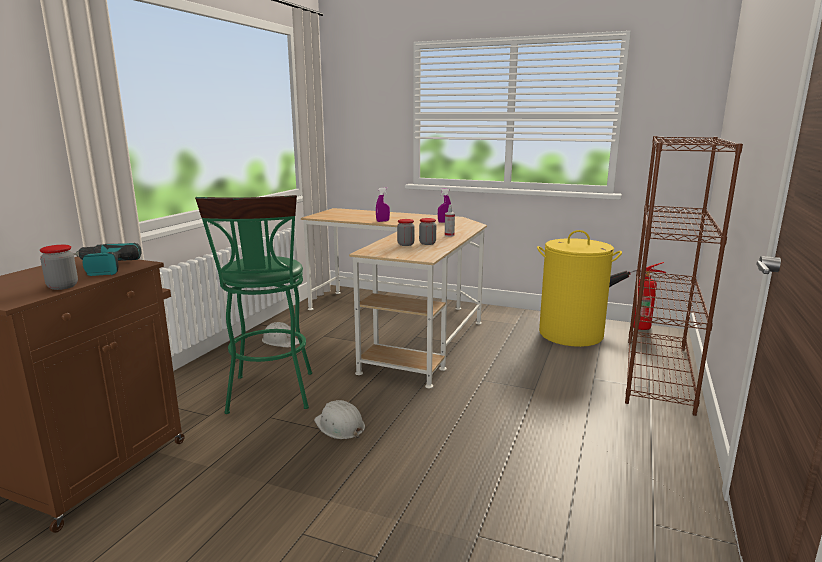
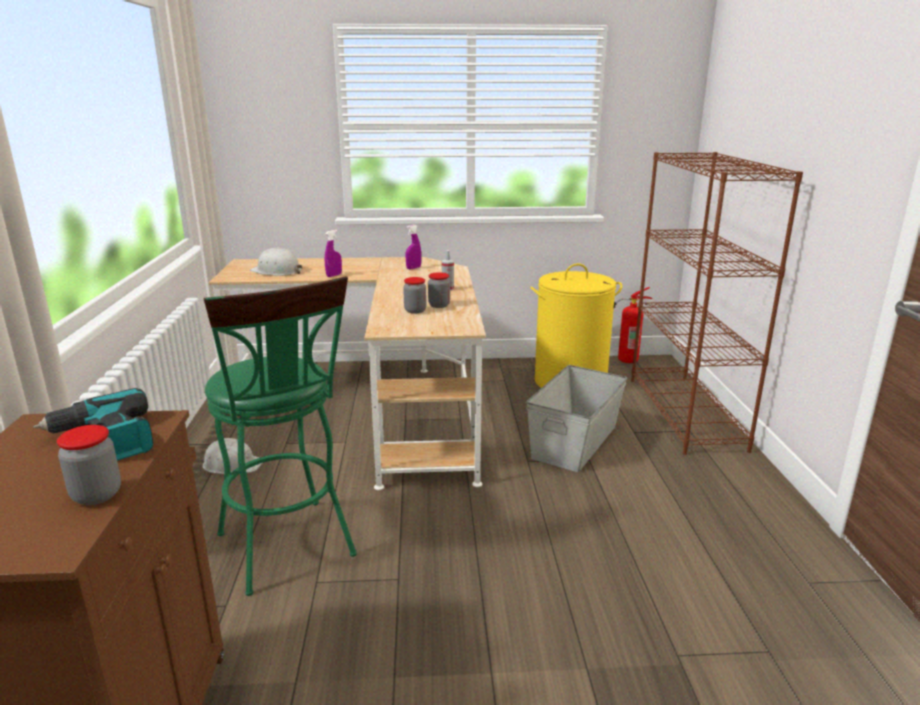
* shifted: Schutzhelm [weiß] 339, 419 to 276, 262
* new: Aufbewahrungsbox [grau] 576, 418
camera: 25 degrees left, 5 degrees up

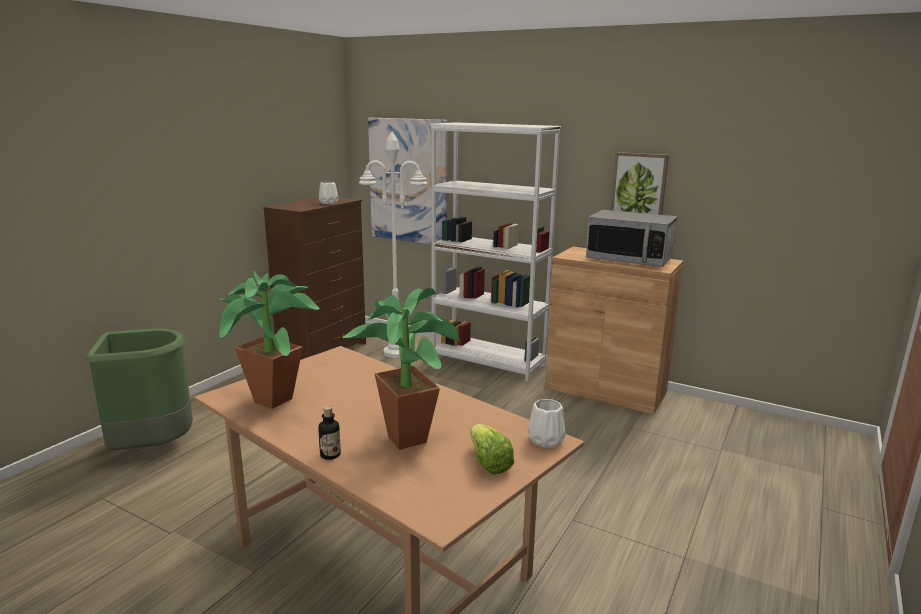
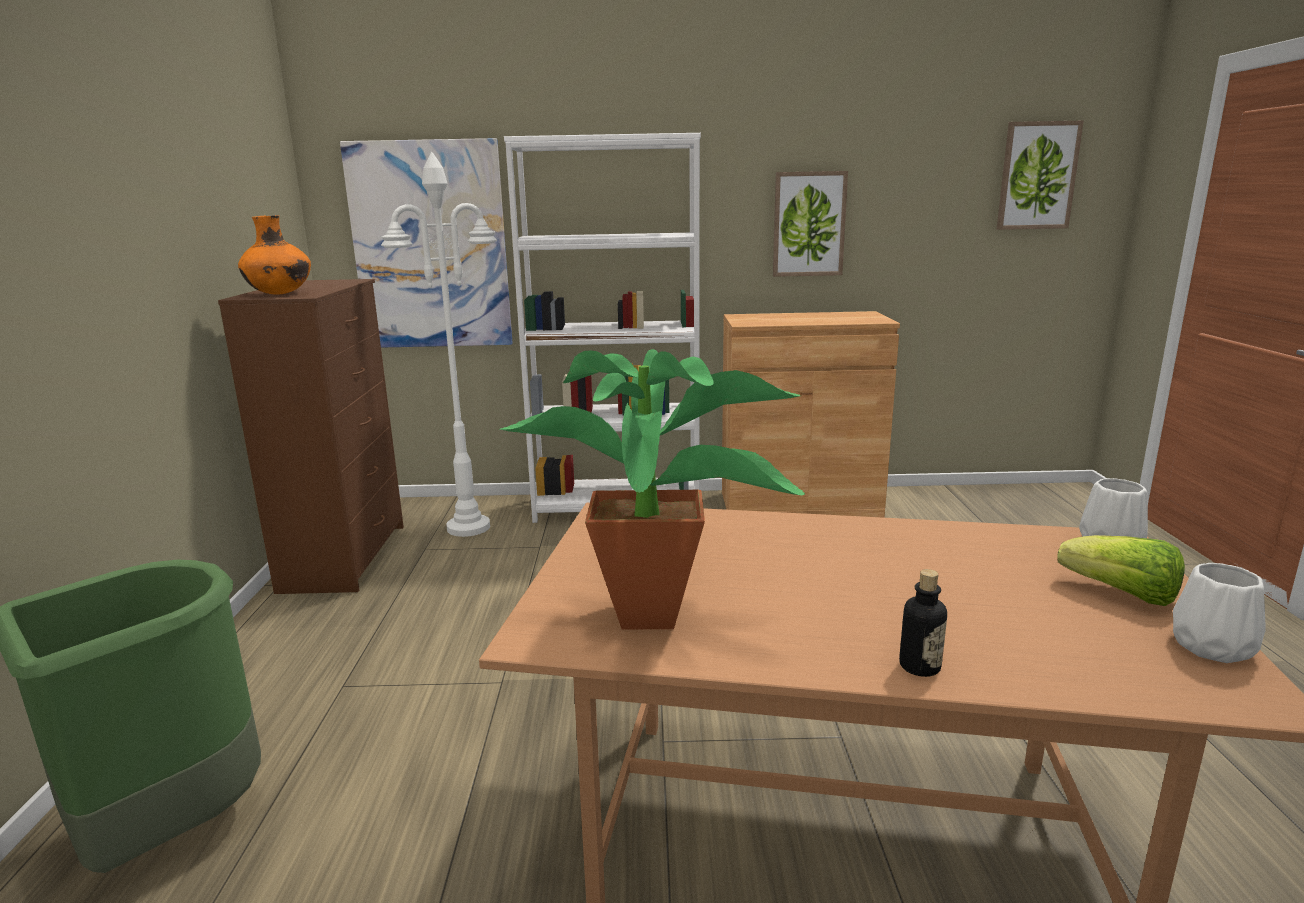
* shifted: Vase [weiß] 328, 193 to 1219, 613
* gone: Mikrowelle 631, 238
* gone: Topfpflanze 401, 369
* new: Bild 1040, 175
* new: Vase [orange] 274, 255
camera: 30 degrees left, 0 degrees up

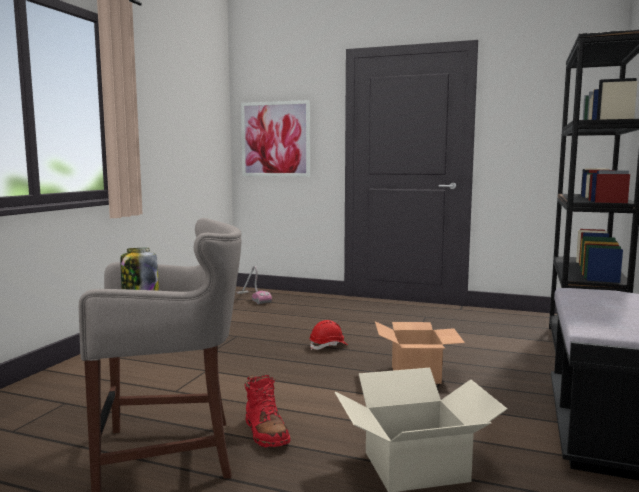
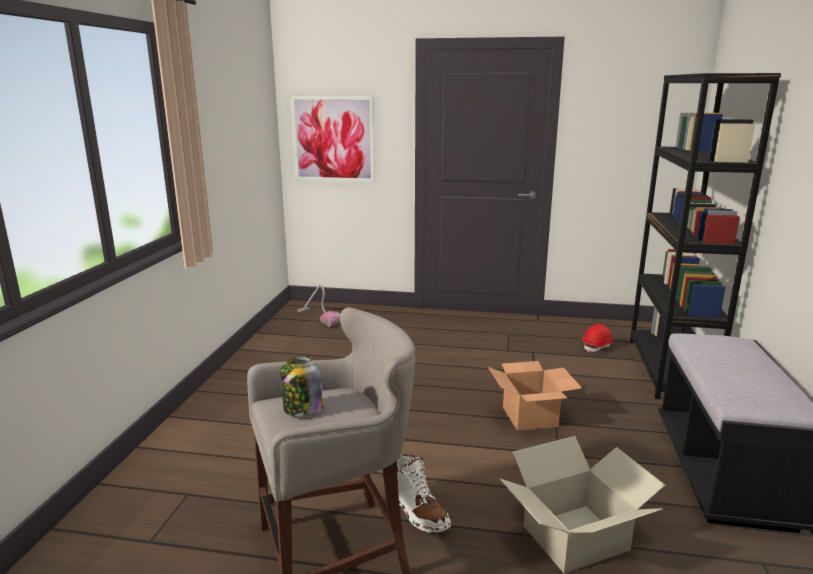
* shifted: Schutzhelm [rot] 328, 335 to 598, 338
* repainted: Stiefel [rot] 267, 411 to Stiefel [weiß] 424, 493
camera: 10 degrees left, 10 degrees up

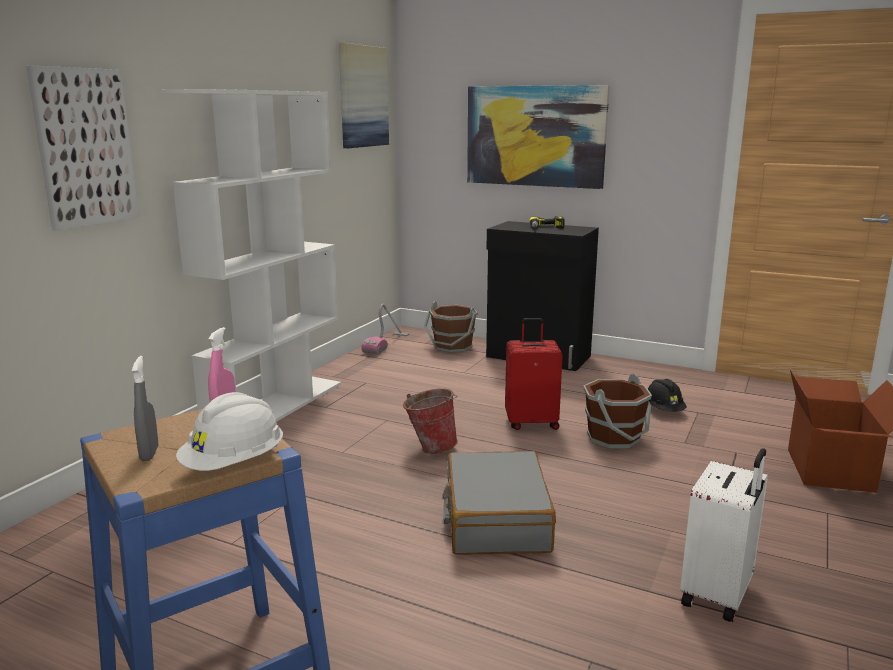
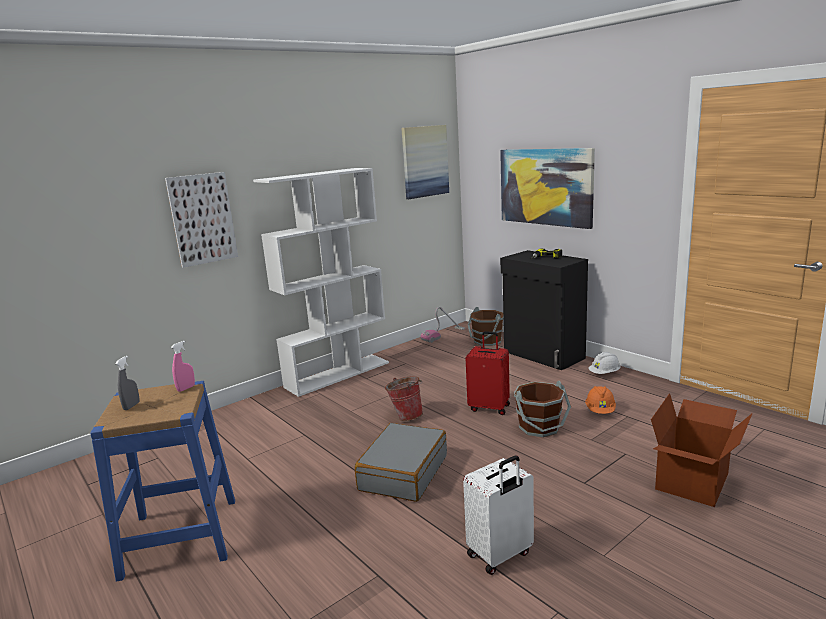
* repainted: Schutzhelm [schwarz] 667, 395 to Schutzhelm [orange] 600, 400
* shifted: Schutzhelm [weiß] 229, 431 to 604, 363
camera: 25 degrees right, 0 degrees up

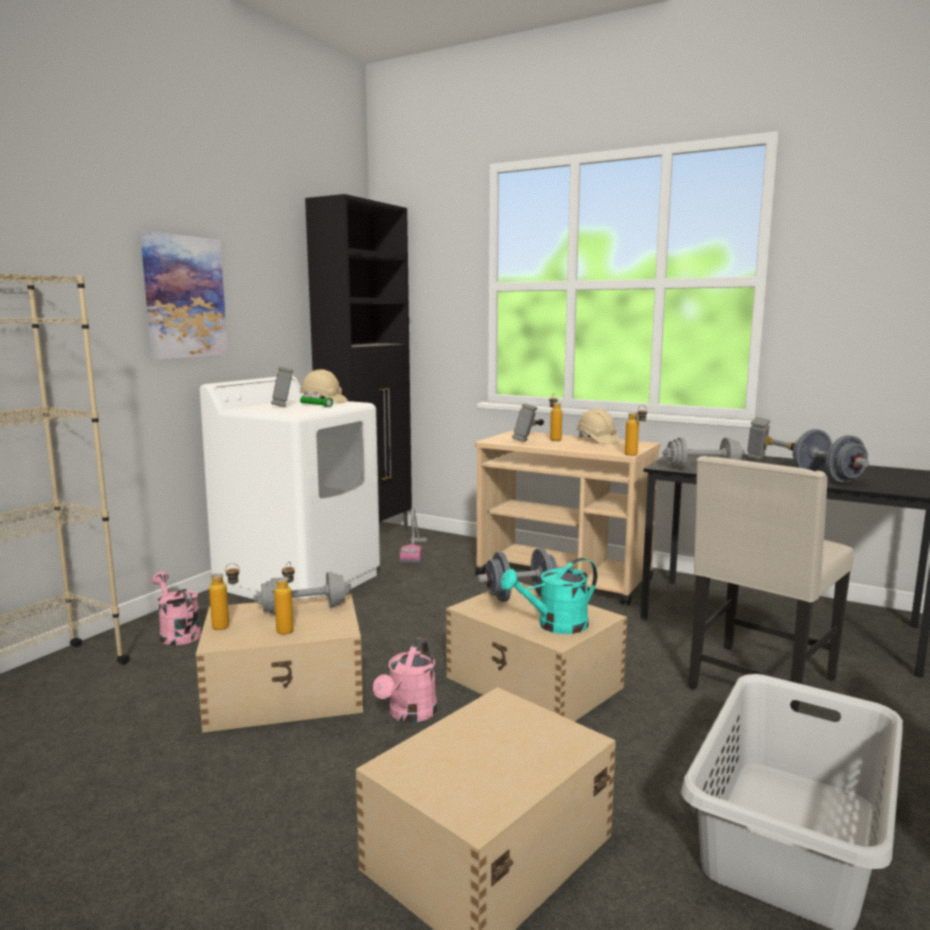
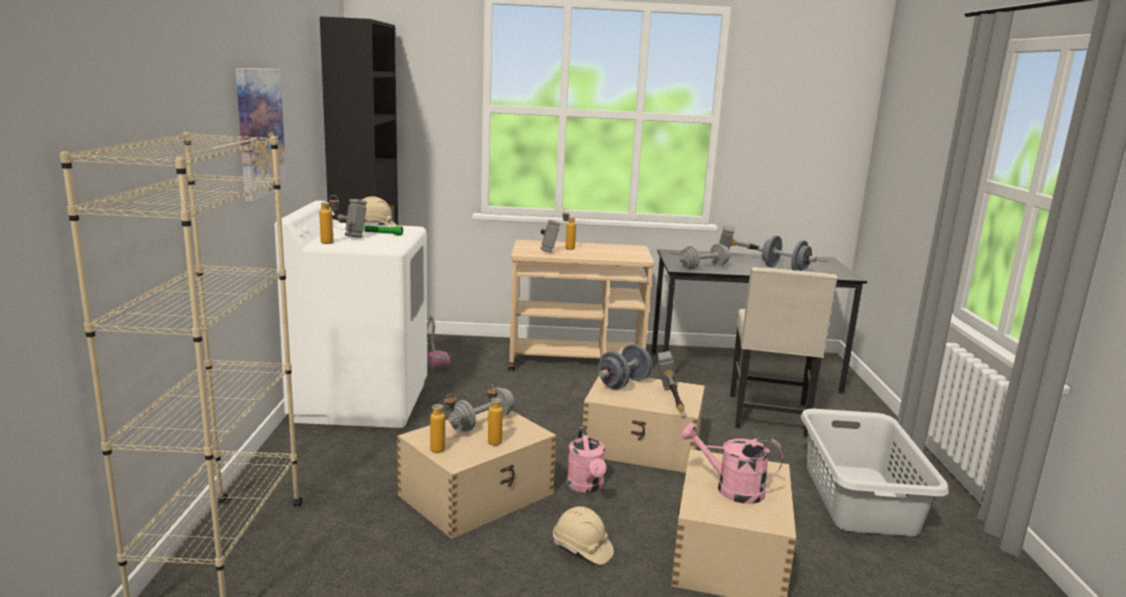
* shifted: Flasche 636, 430 to 329, 219
* shifted: Schutzhelm [beige] 598, 426 to 583, 536
* swapped: Gießkanne [türkis] 548, 596 to Hammer 670, 381
* shifted: Gießkanne [rosa] 176, 608 to 732, 463
camera: 30 degrees left, 5 degrees up

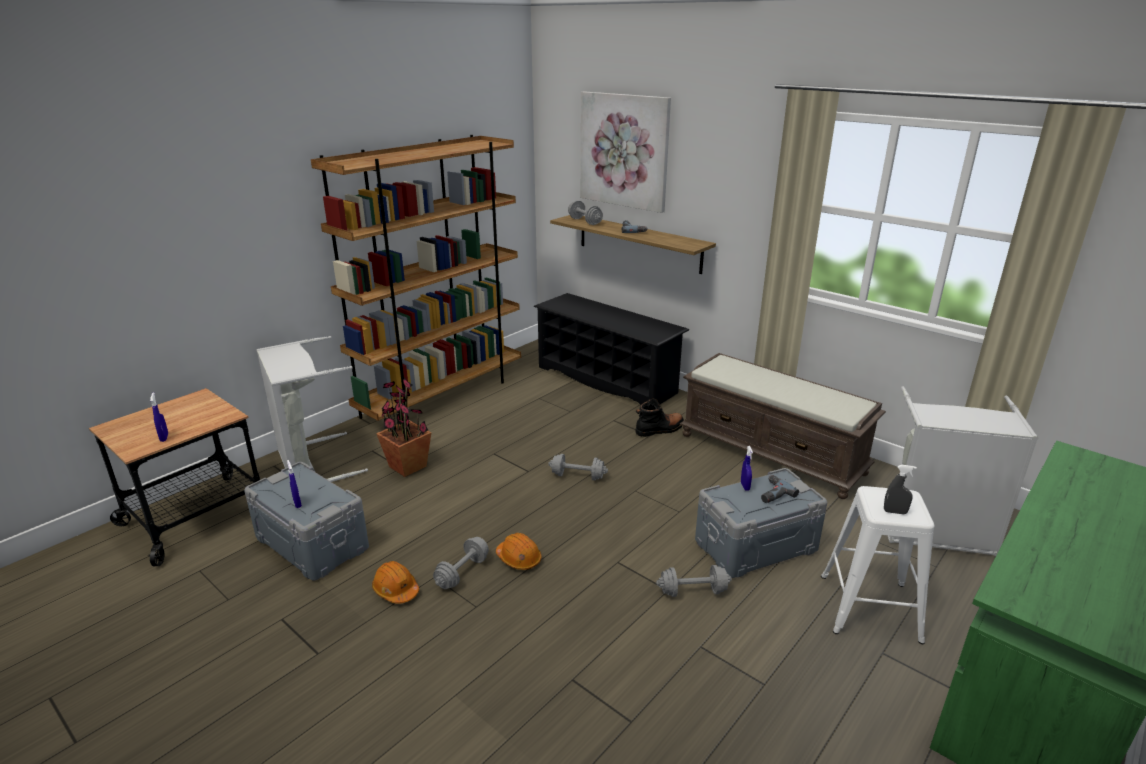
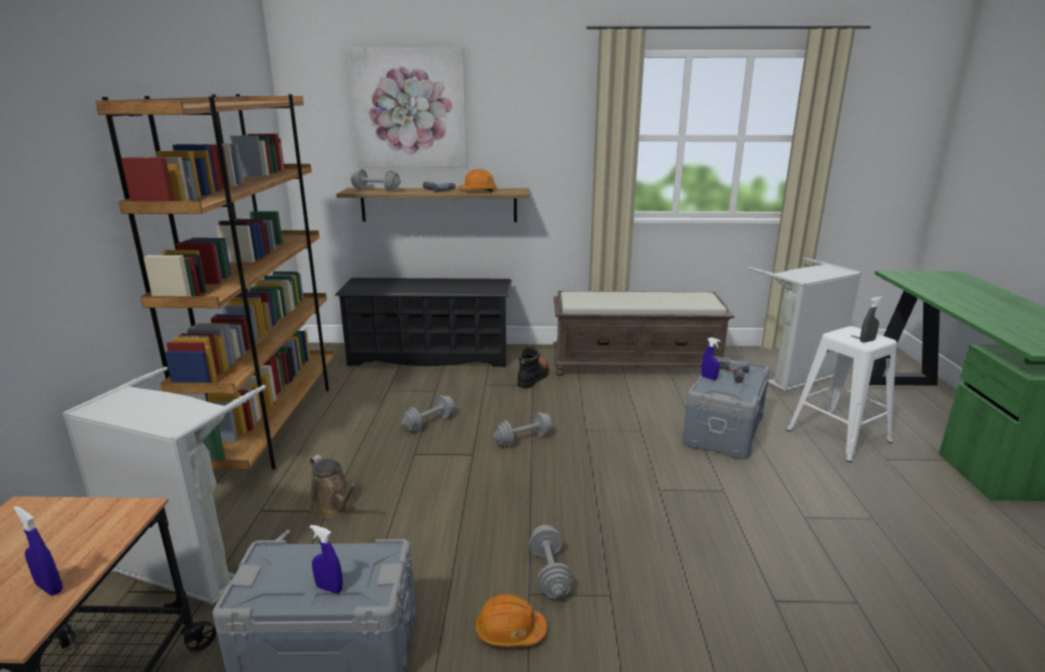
* swapped: Topfpflanze 403, 427 to Gießkanne [braun] 333, 486
* shifted: Schutzhelm [orange] 519, 551 to 477, 180
* shifted: Hantel [grau] 694, 581 to 428, 413
camera: 40 degrees left, 5 degrees down

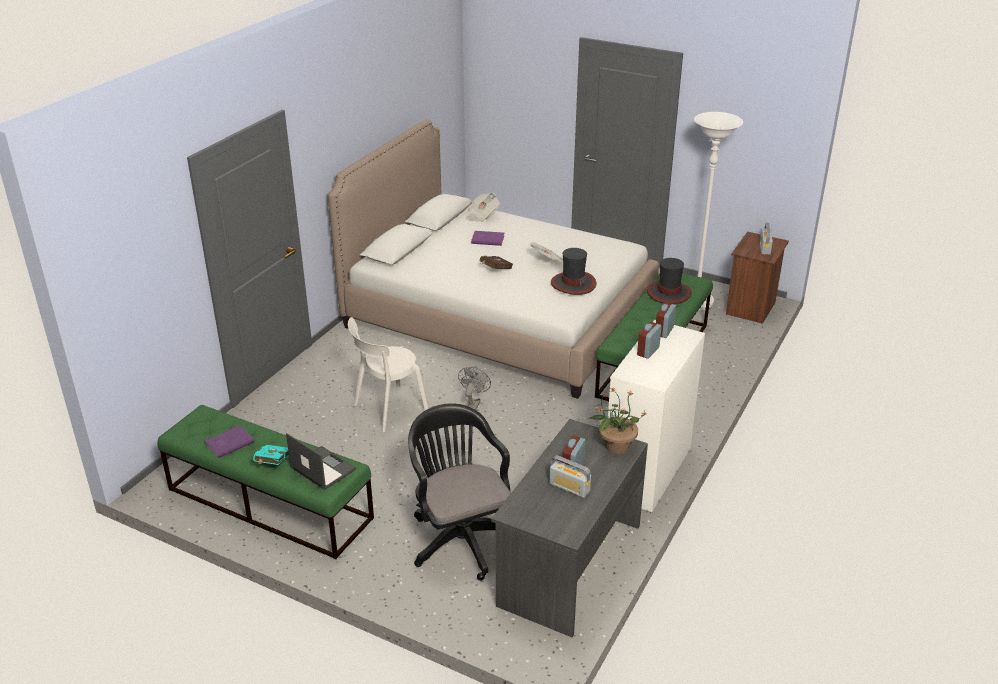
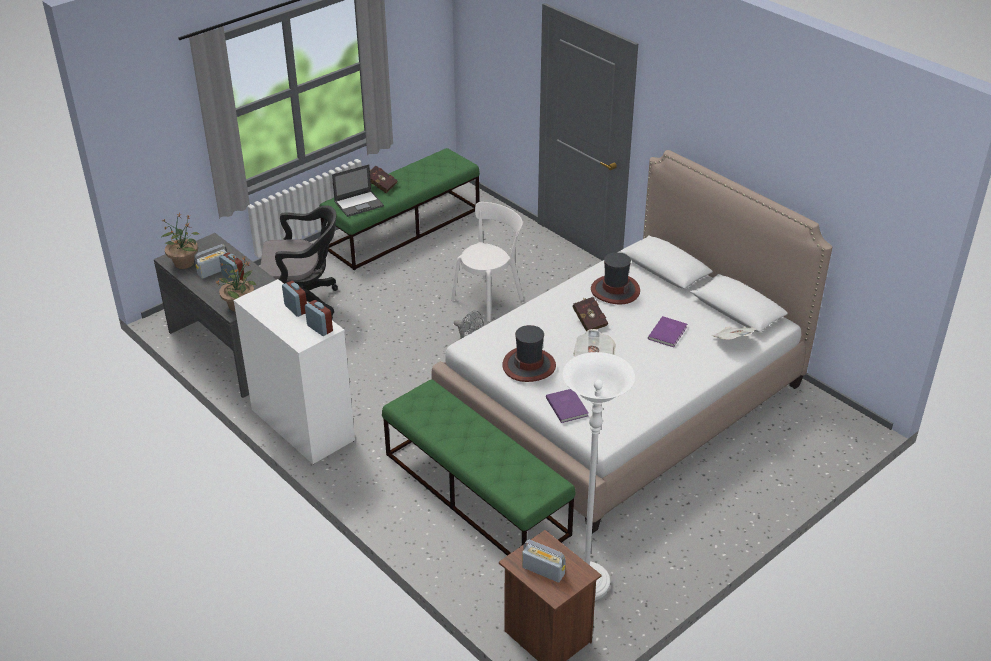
* shifted: Hut 669, 281 to 615, 278
* rotated: Stuhl [weiß] 388, 374 = 487, 262 60 degrees clockwise
* shifted: Buch [lila] 230, 441 to 567, 406
* repainted: Buch [türkis] 271, 455 to Buch [rot] 384, 179
* new: Topfpflanze 180, 241
camera: 110 degrees right, 5 degrees up

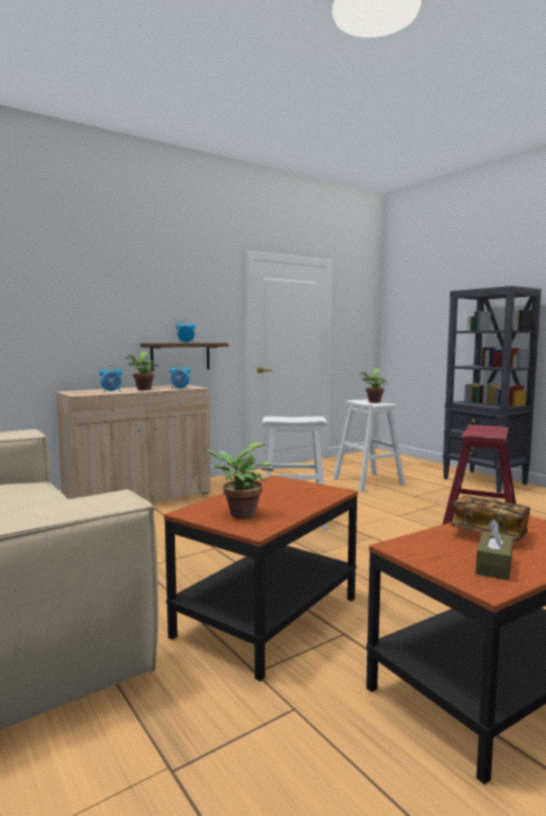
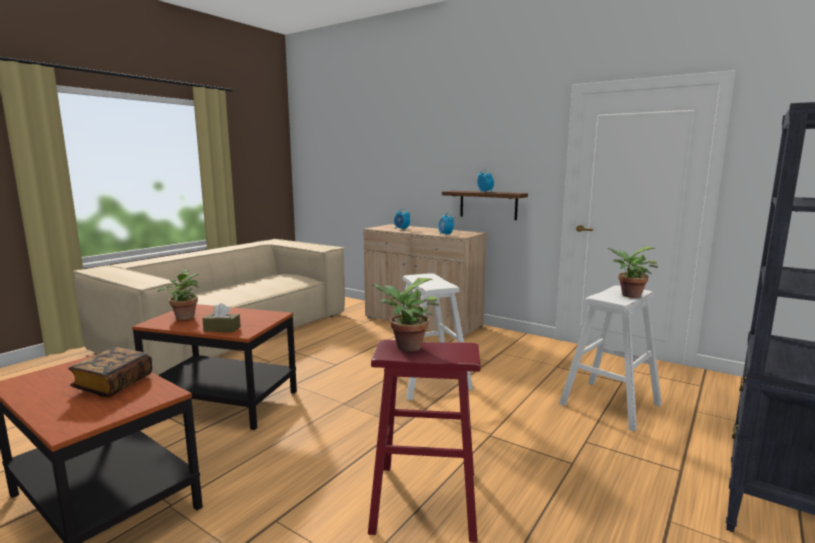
* shifted: Topfpflanze 142, 371 to 405, 314
* shifted: Taschentuchbox [braun] 494, 549 to 221, 318
camera: 70 degrees right, 5 degrees up

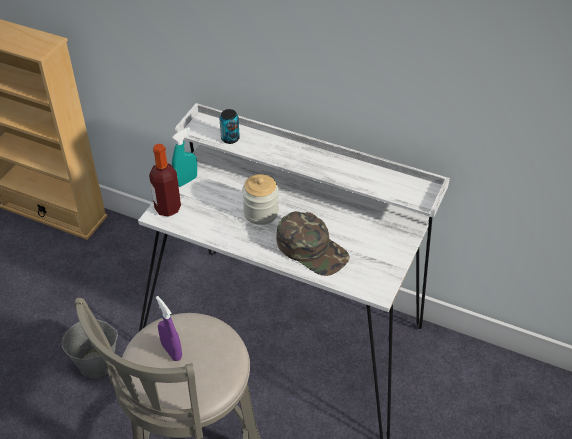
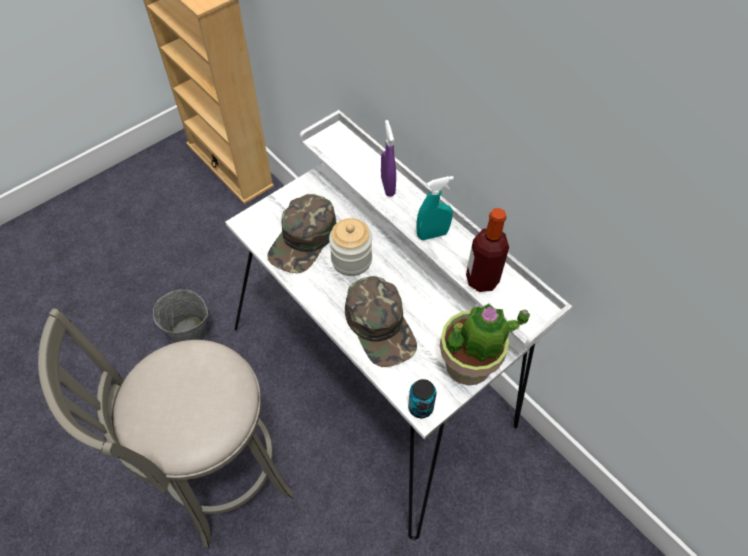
* shifted: Dose 230, 126 to 422, 398
* shifted: Sprühflasche [türkis] 184, 157 to 435, 208
* shifted: Flasche 165, 180 to 487, 250
* shifted: Sprühflasche [lila] 169, 328 to 388, 158
* new: Kappe [grün] 301, 233
* new: Topfpflanze 485, 345
camera: 25 degrees right, 10 degrees up

